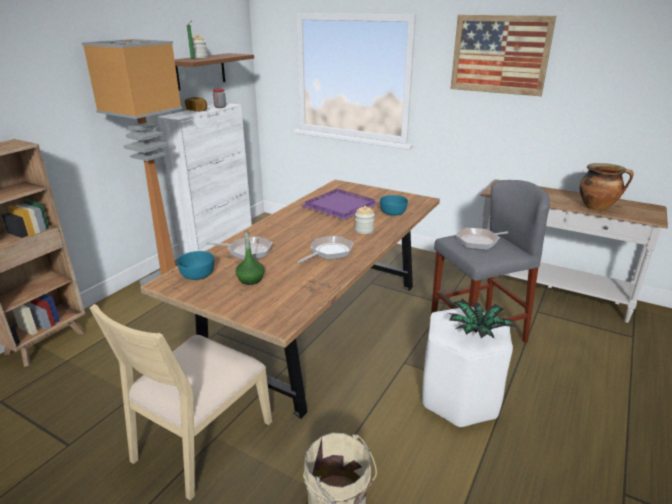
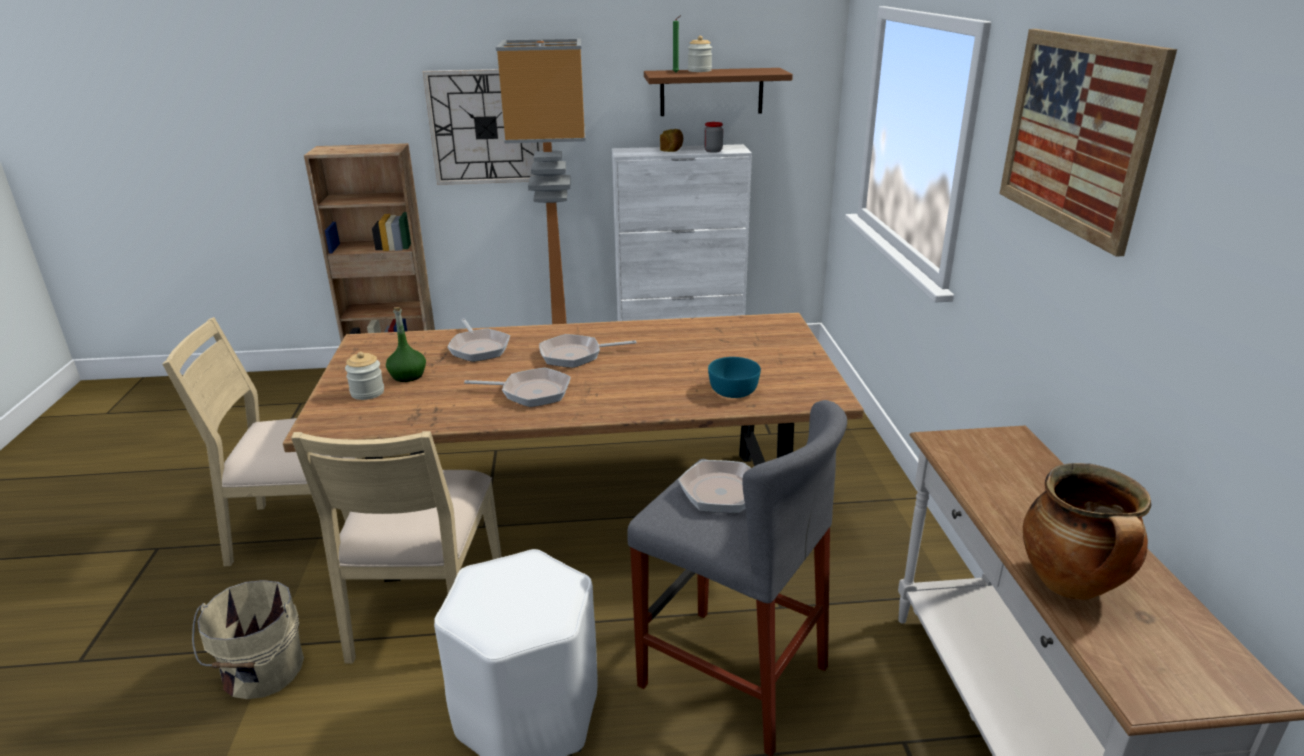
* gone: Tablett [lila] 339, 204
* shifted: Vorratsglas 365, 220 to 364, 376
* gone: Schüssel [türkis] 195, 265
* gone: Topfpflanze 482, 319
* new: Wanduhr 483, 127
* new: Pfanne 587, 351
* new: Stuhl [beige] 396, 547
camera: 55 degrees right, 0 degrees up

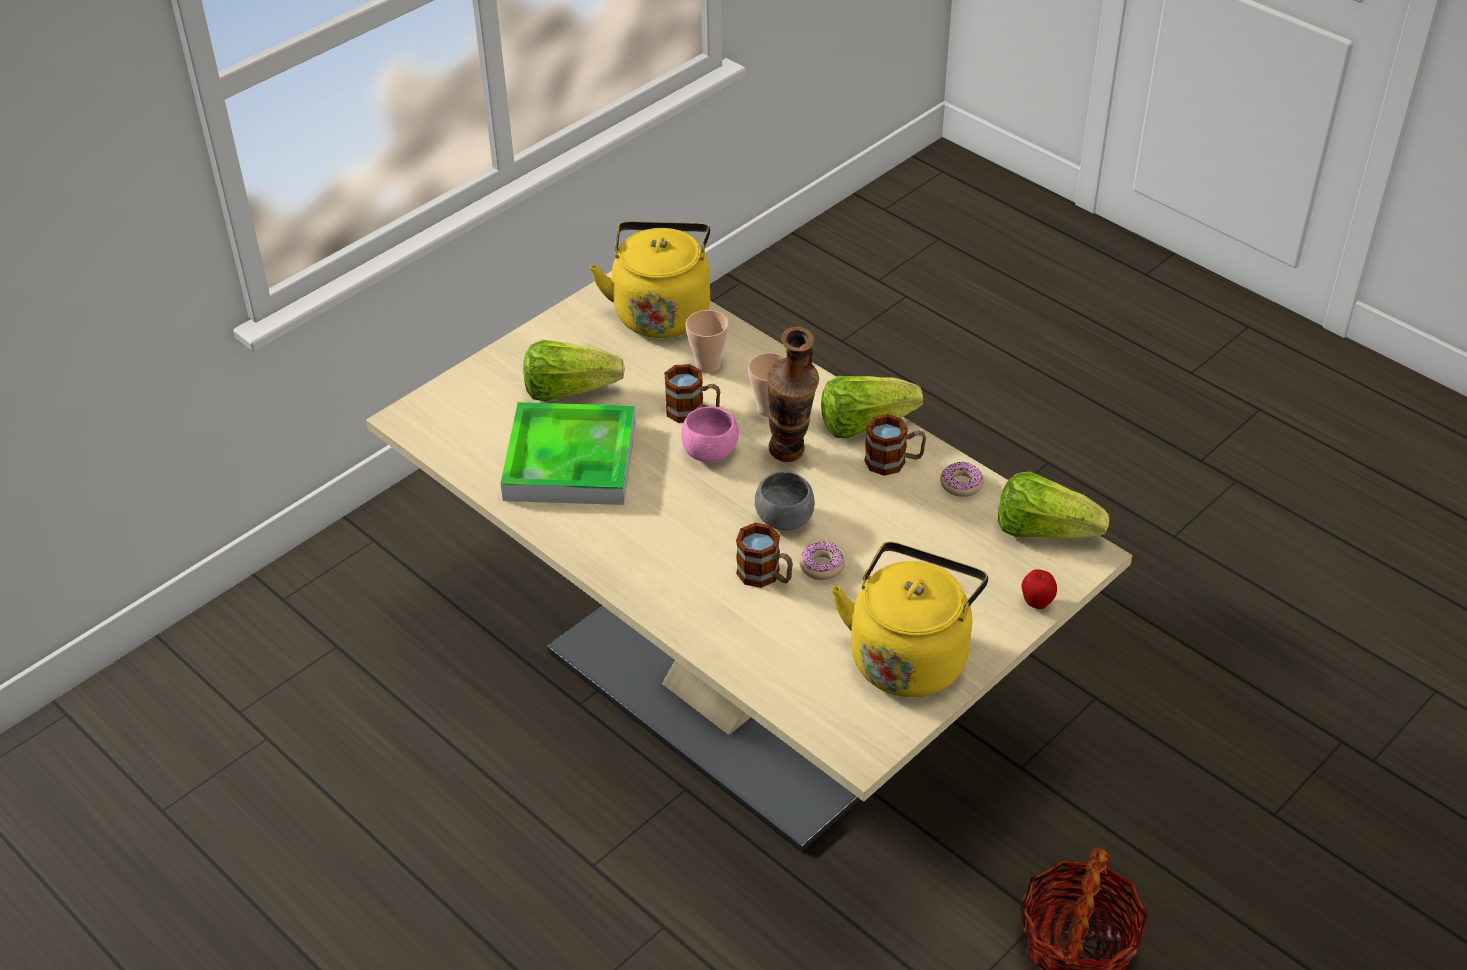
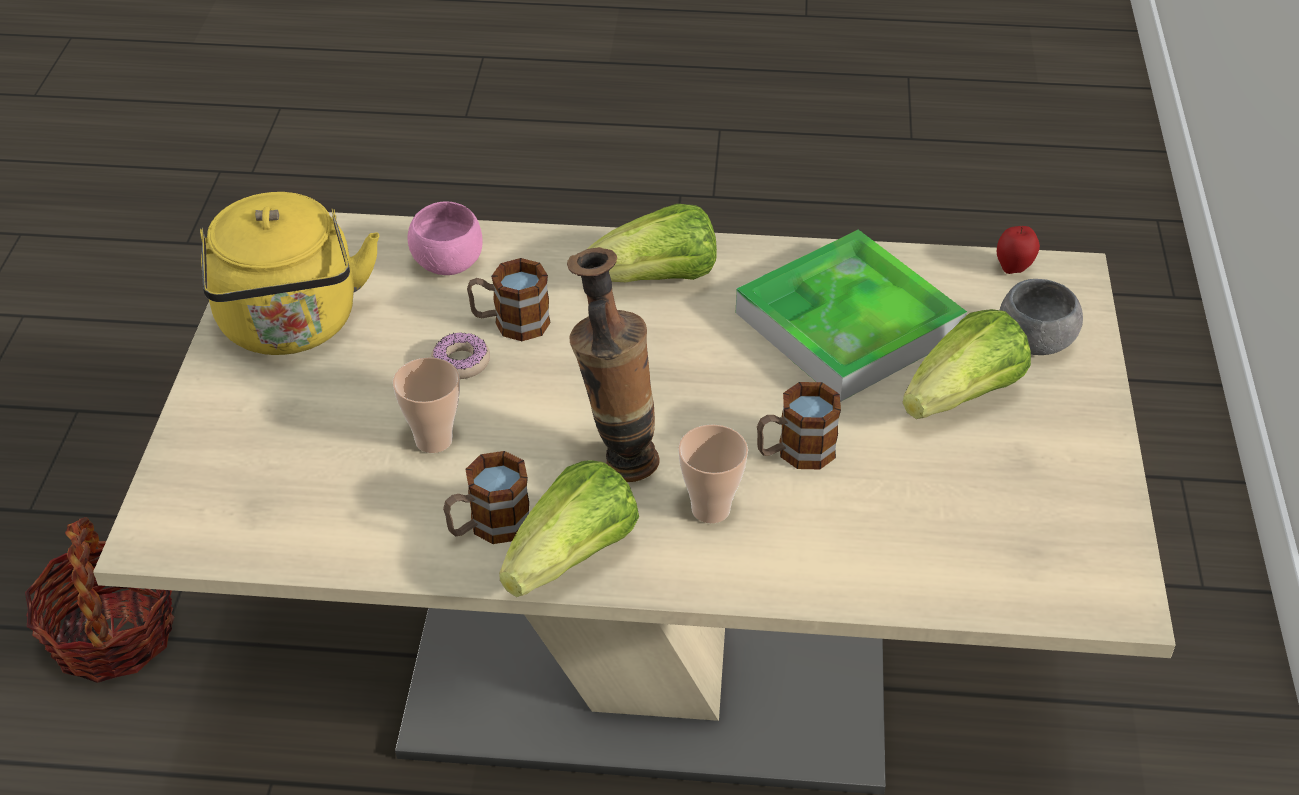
* gone: Wasserkessel [gelb] 650, 280
* shifted: Tasse 707, 341 to 426, 405
* shifted: Schüssel [rosa] 710, 434 to 445, 238
* gone: Donut 962, 479
* shifted: Salatkopf 1053, 505 to 652, 243
* shifted: Schüssel [grau] 785, 501 to 1041, 317
* shifted: Apfel 1039, 589 to 1018, 250
camera: 140 degrees right, 0 degrees up

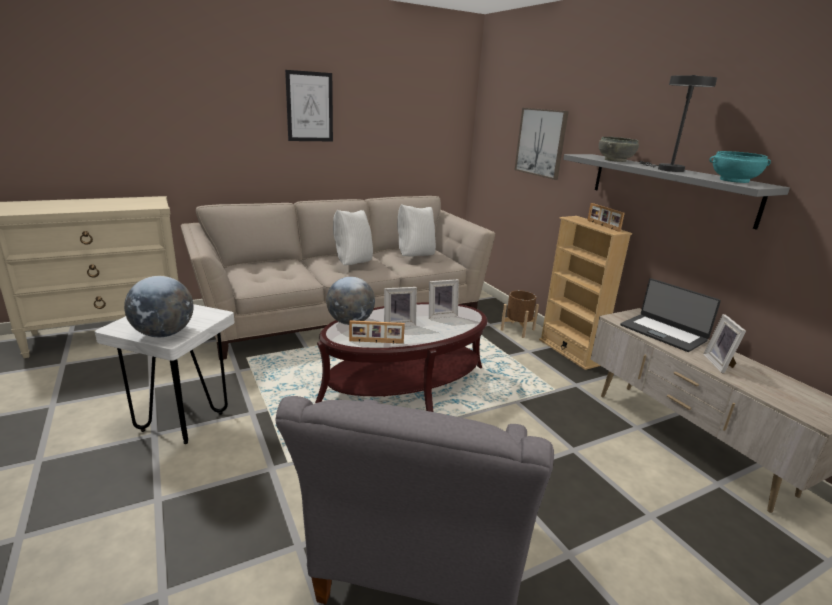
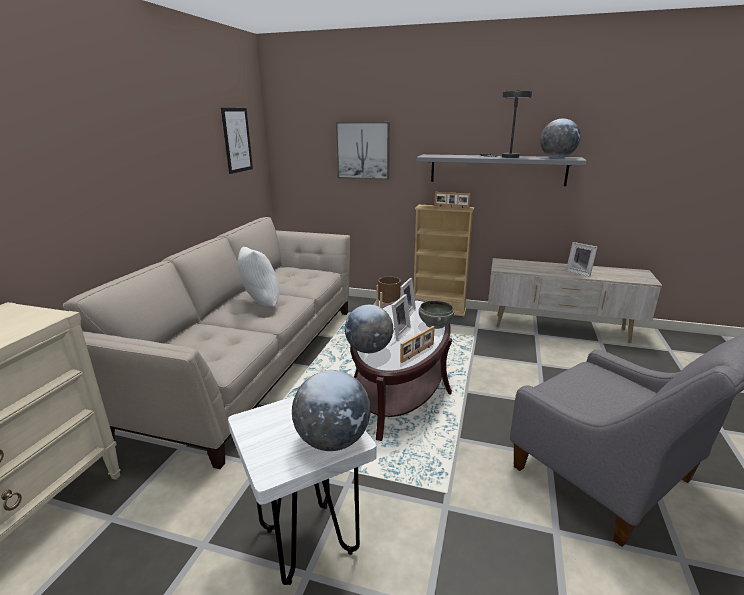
* shifted: Bild 309, 105 to 237, 141
* shifted: Schüssel [grau] 619, 149 to 436, 314
* swapped: Schüssel [türkis] 740, 167 to Globus 560, 138
* gone: Kissen [weiß] 416, 230
* gone: Laptop 670, 315
camera: 45 degrees left, 0 degrees up

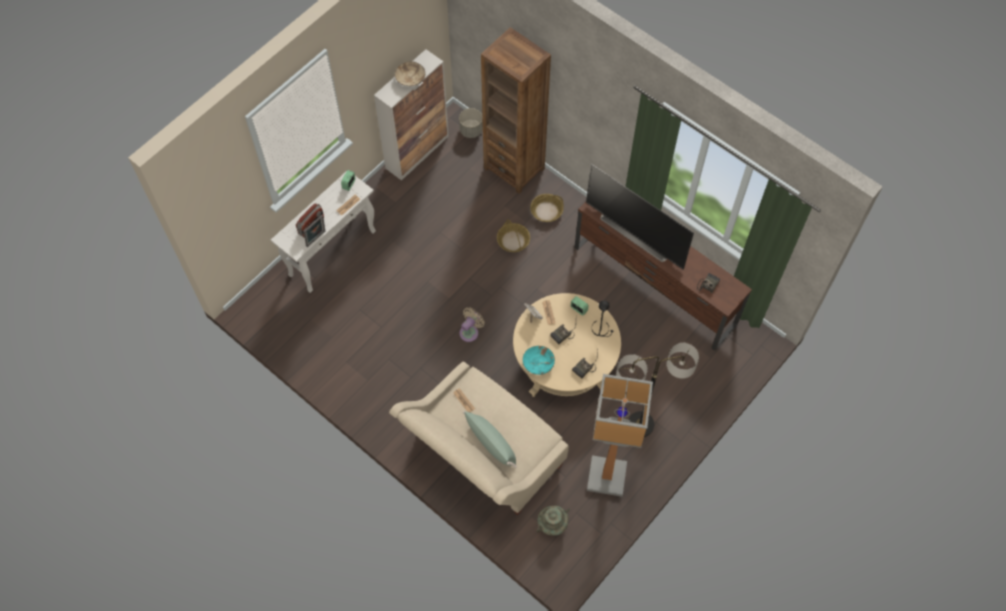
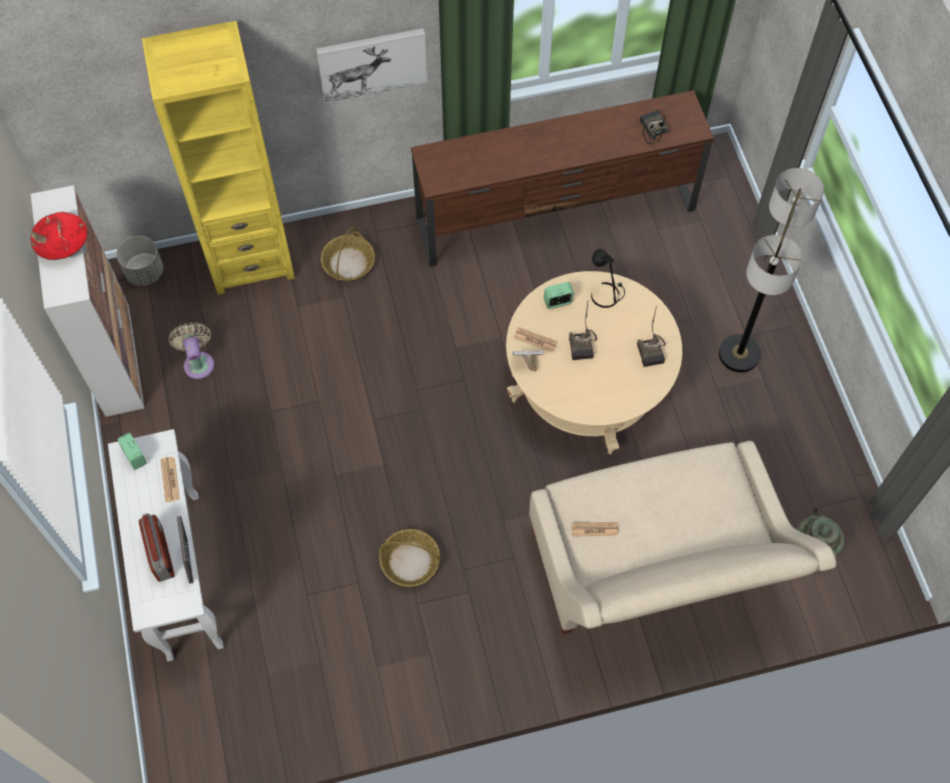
* repainted: Bücherregal [braun] 516, 110 to Bücherregal [gelb] 218, 158
* repainted: Schüssel [beige] 410, 73 to Schüssel [rot] 58, 236
* gone: Fernseher 640, 216
* shifted: Korb 513, 235 to 410, 558
* shifted: Ventilator [beige] 472, 324 to 192, 351
* gone: Schüssel [türkis] 539, 360
* gone: Stehlampe 620, 435
* gone: Kissen [grün] 490, 439
* new: Bild 371, 65
camera: 55 degrees left, 0 degrees up

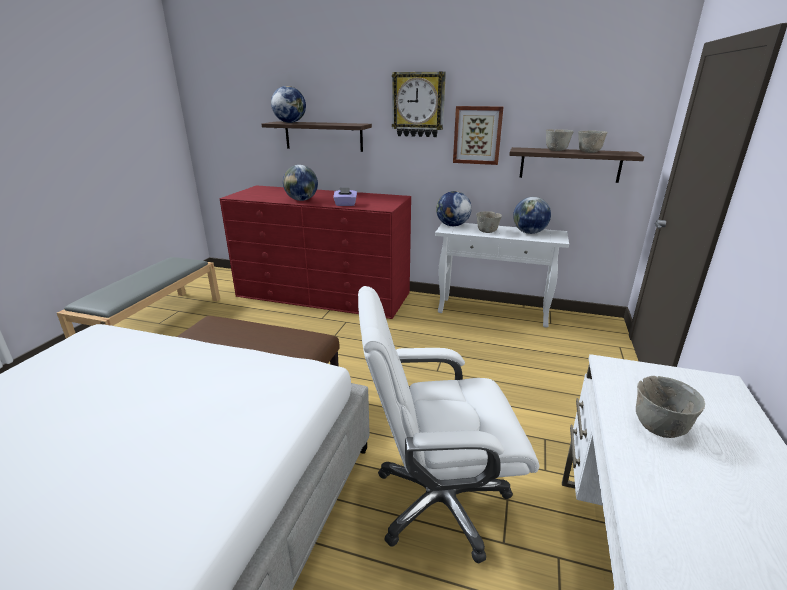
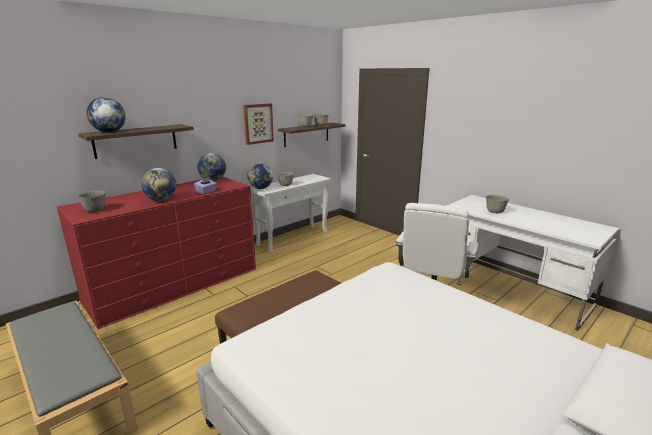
* gone: Wanduhr 419, 104
* shifted: Globus 532, 215 to 211, 167
* new: Schüssel [grau] 92, 201
camera: 60 degrees left, 5 degrees down

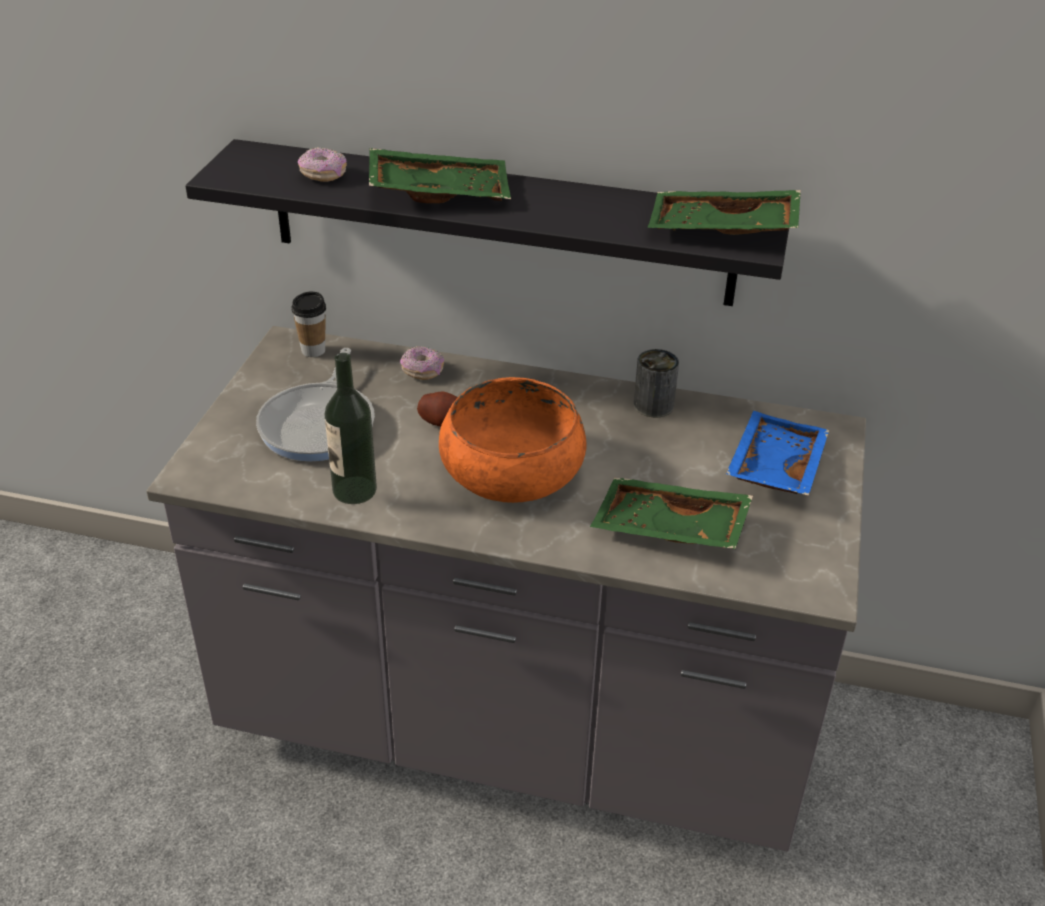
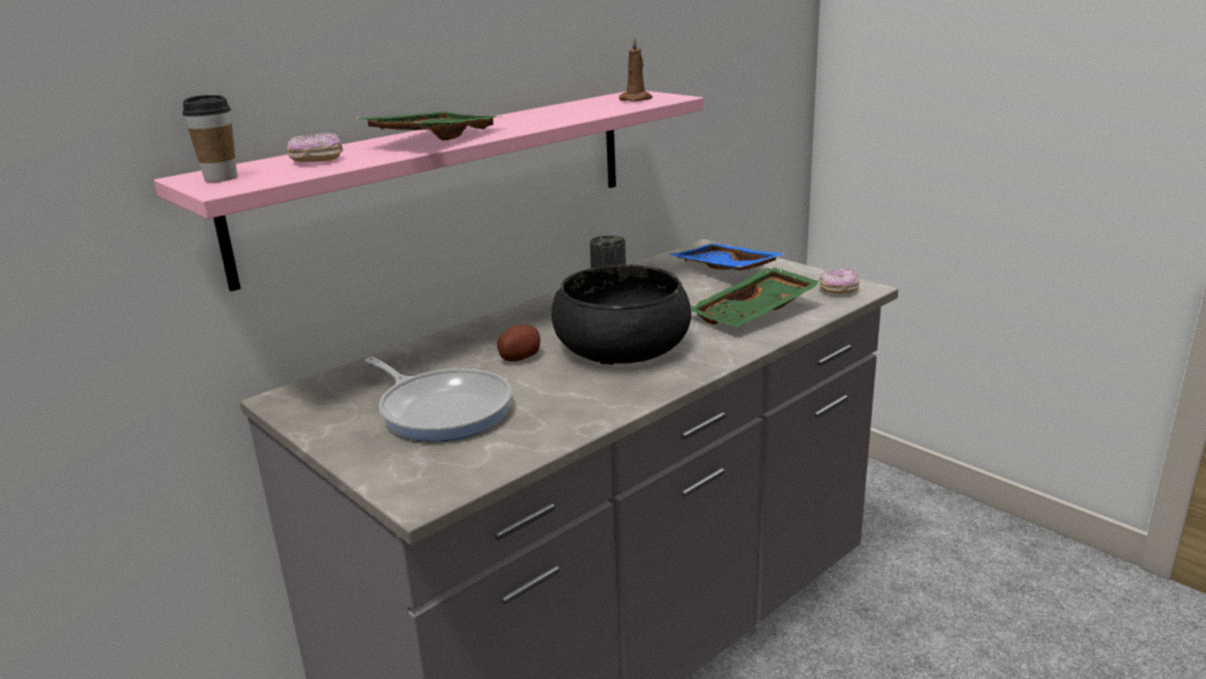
* repainted: Wandregal [schwarz] 487, 222 to Wandregal [rosa] 428, 191
* swapped: Tablett [grün] 724, 212 to Kerze [braun] 635, 69
* shifted: Tasse 309, 324 to 209, 138
* shifted: Donut 422, 363 to 839, 281
* gone: Flasche 351, 428
* repainted: Schüssel [orange] 513, 440 to Schüssel [schwarz] 621, 314
camera: 55 degrees left, 15 degrees down

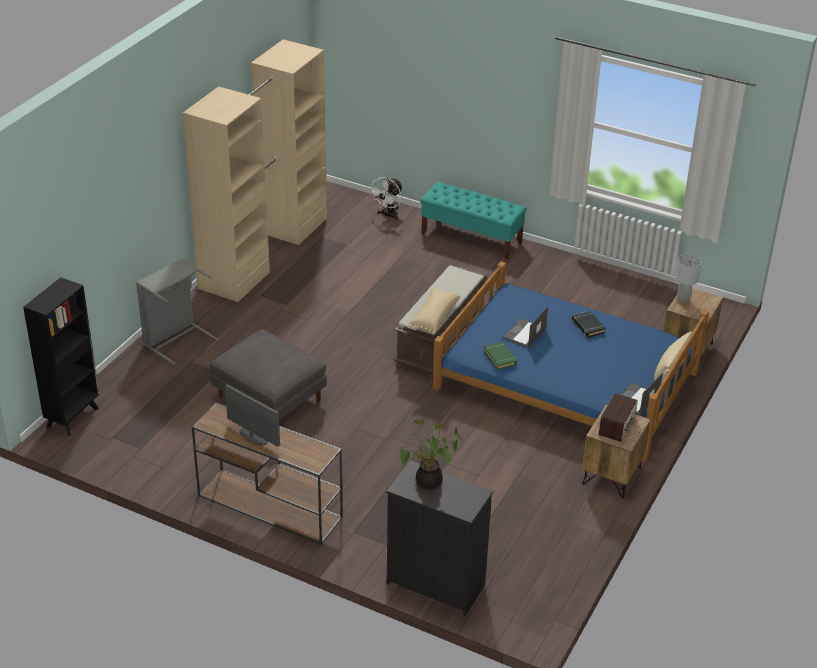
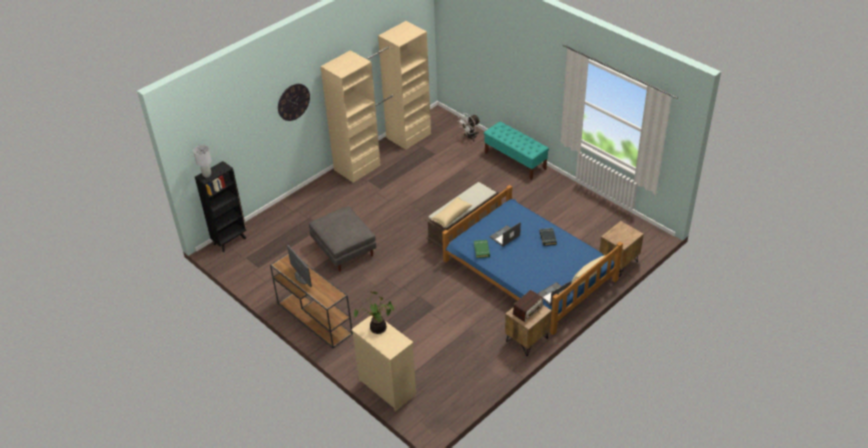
* shifted: Tischlampe [grau] 688, 278 to 202, 161
* gone: Wäschekorb [grau] 176, 311
* repainted: Kommode [schwarz] 439, 538 to Kommode [beige] 383, 363
* new: Wanduhr 294, 102
camera: 20 degrees right, 5 degrees up

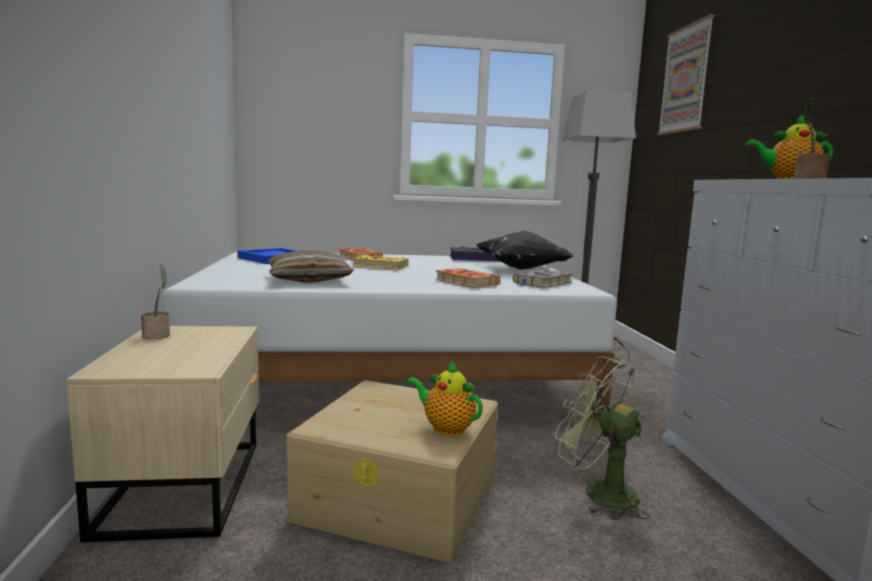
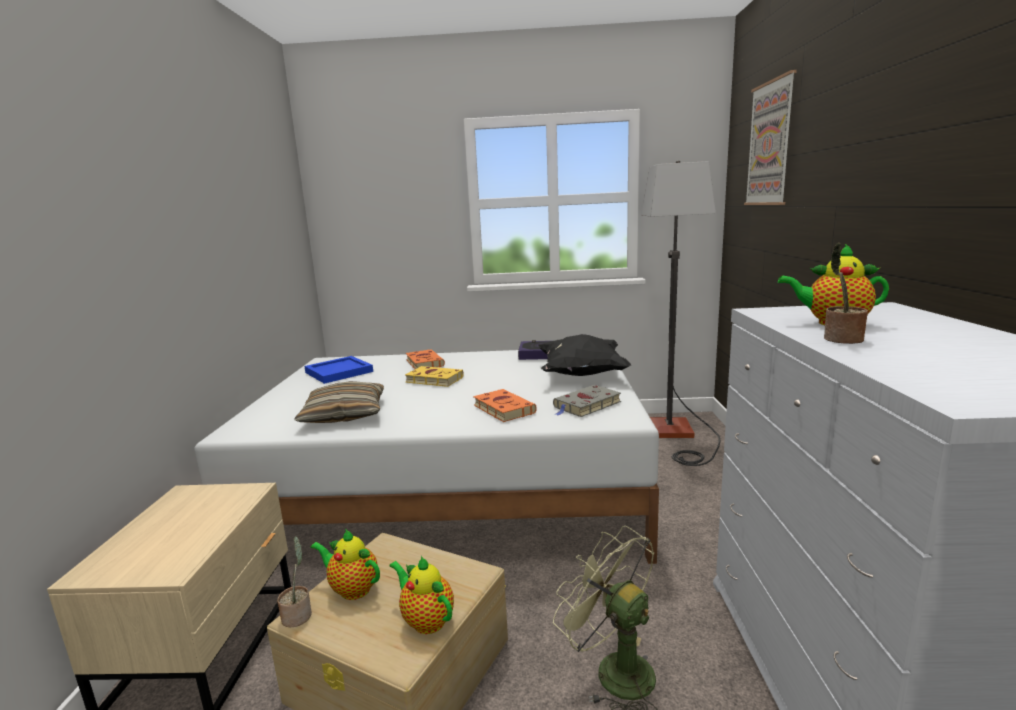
* shifted: Topfpflanze 155, 301 to 294, 581
* new: Teekanne 345, 564
camera: 10 degrees right, 5 degrees up

